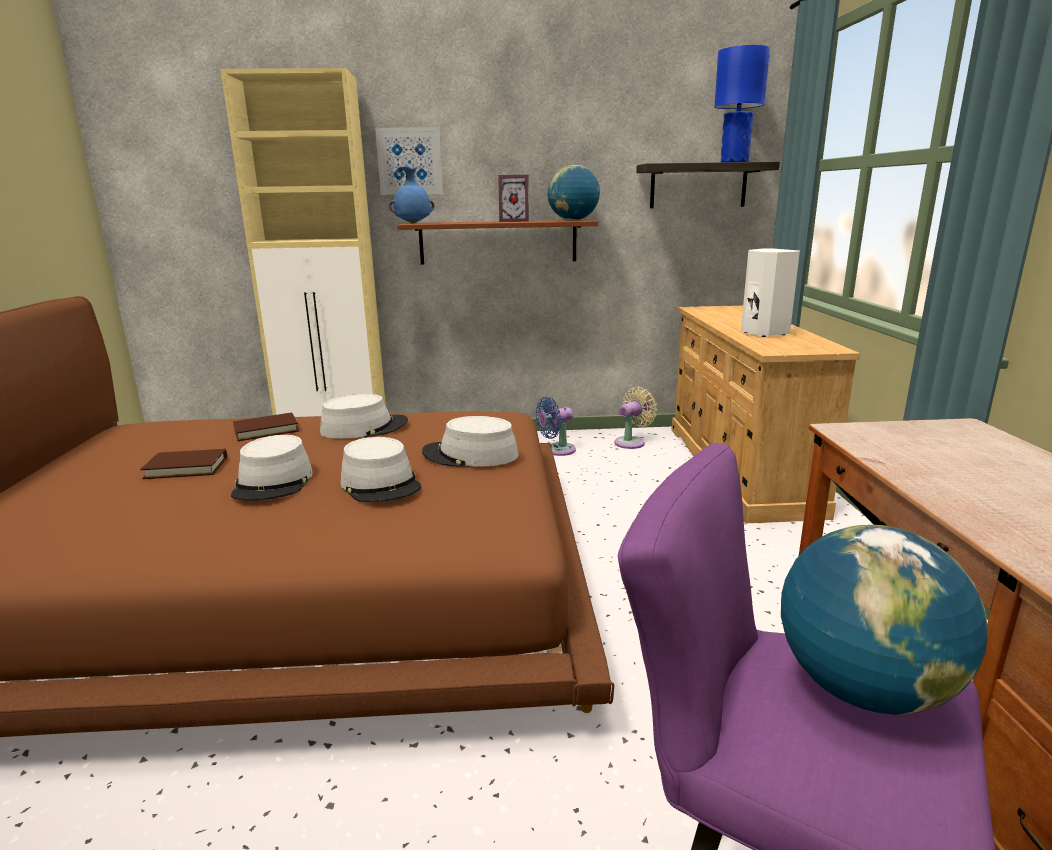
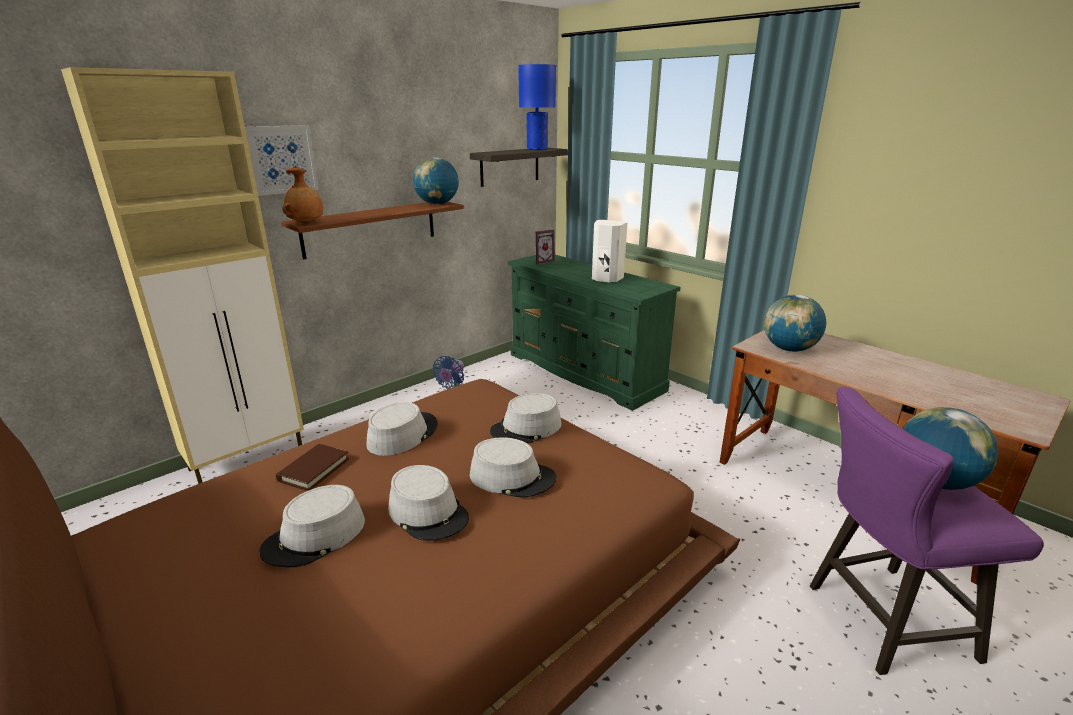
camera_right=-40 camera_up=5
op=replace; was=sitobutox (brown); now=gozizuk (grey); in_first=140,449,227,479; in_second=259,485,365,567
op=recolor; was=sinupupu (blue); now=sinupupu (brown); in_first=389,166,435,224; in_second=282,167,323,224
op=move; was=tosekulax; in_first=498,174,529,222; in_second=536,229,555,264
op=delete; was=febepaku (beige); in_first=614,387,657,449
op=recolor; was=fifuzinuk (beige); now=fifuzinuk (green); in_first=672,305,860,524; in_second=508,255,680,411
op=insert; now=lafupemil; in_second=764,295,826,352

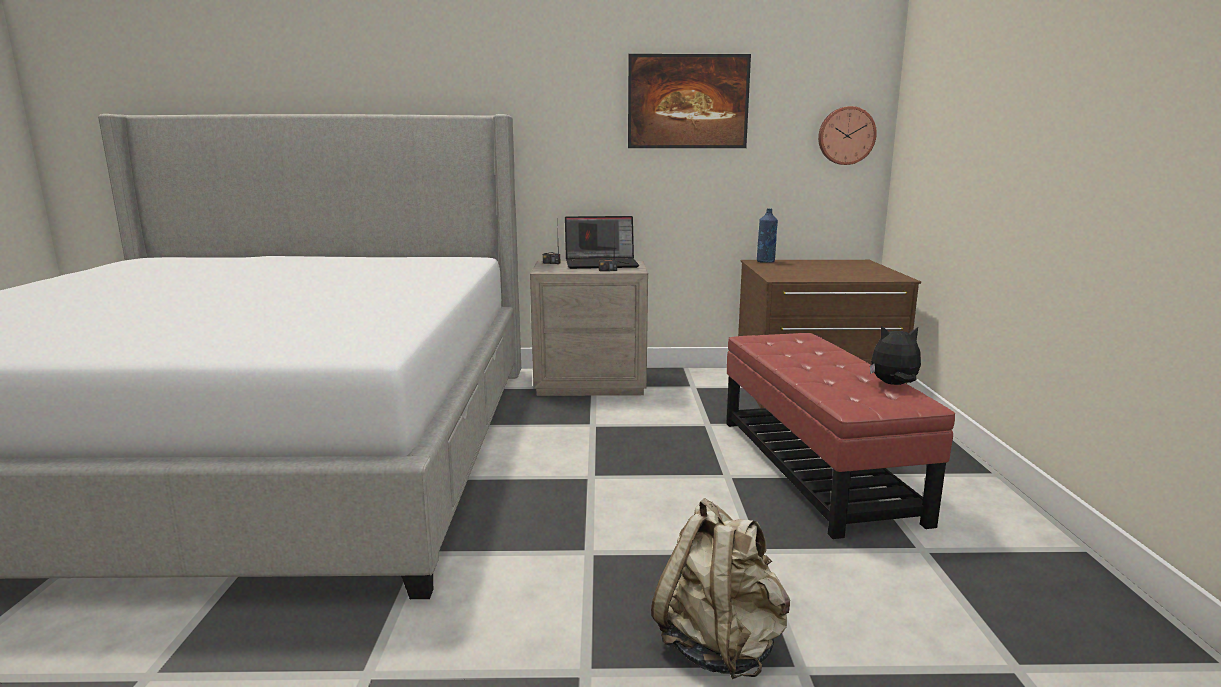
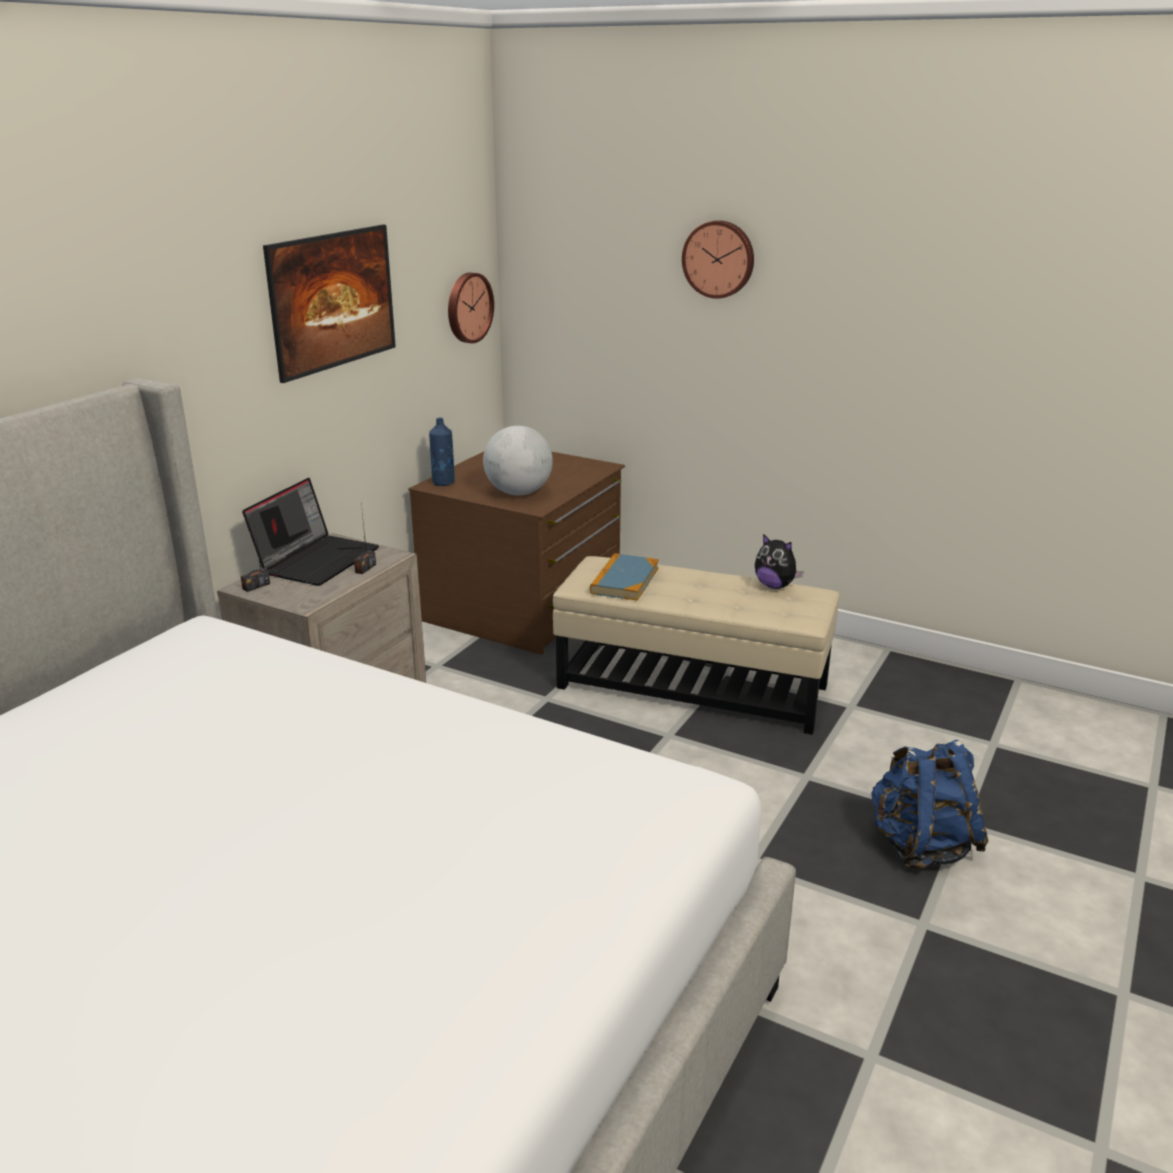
camera_right=-60 camera_up=10
op=recolor; was=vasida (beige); now=vasida (blue); in_first=651,498,790,679; in_second=871,740,988,869
op=recolor; was=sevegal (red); now=sevegal (beige); in_first=726,333,955,539; in_second=553,556,839,735
op=rotate; was=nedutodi; in_first=870,326,921,385; in_second=755,534,804,589; clockwise=-90
op=insert; now=lafupemil; in_second=483,426,553,495
op=insert; now=sitobutox; in_second=590,553,659,601
op=insert; now=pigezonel; in_second=682,220,754,299

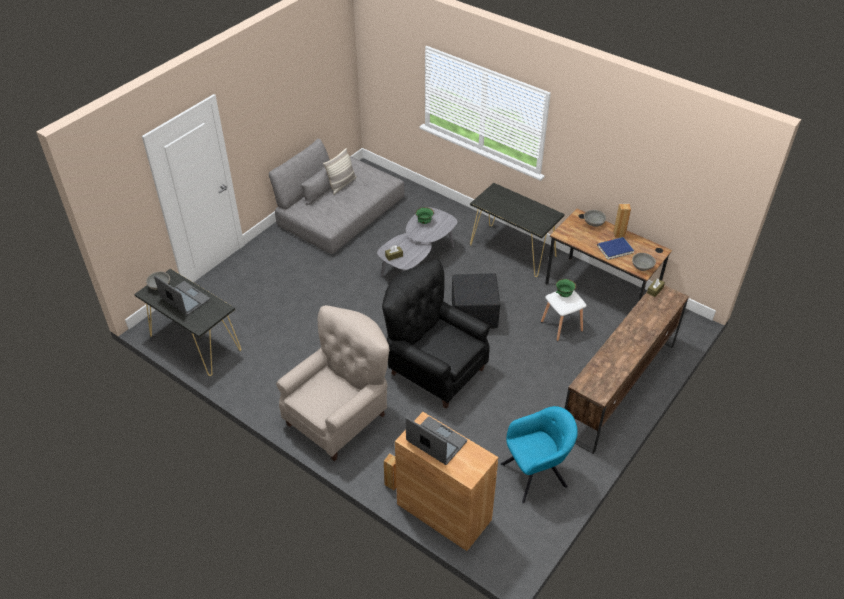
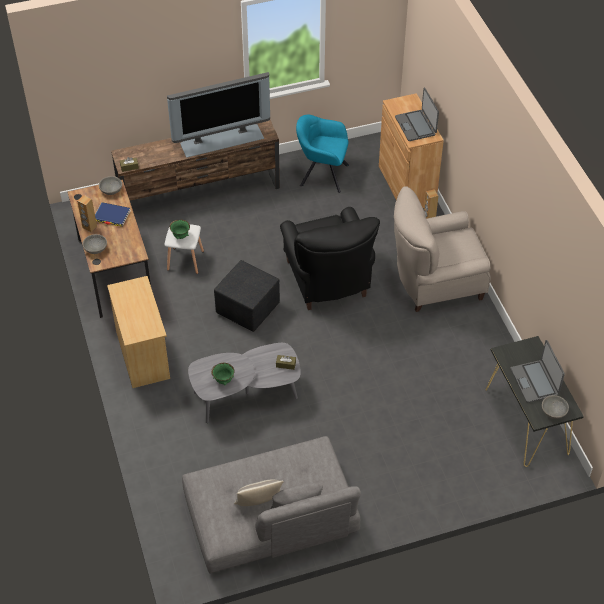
camera_right=-145 camera_up=5
op=replace; was=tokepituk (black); now=fifuzinuk (beige); in_first=470,183,565,277; in_second=107,276,170,388
op=insert; now=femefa; in_second=167,72,270,158

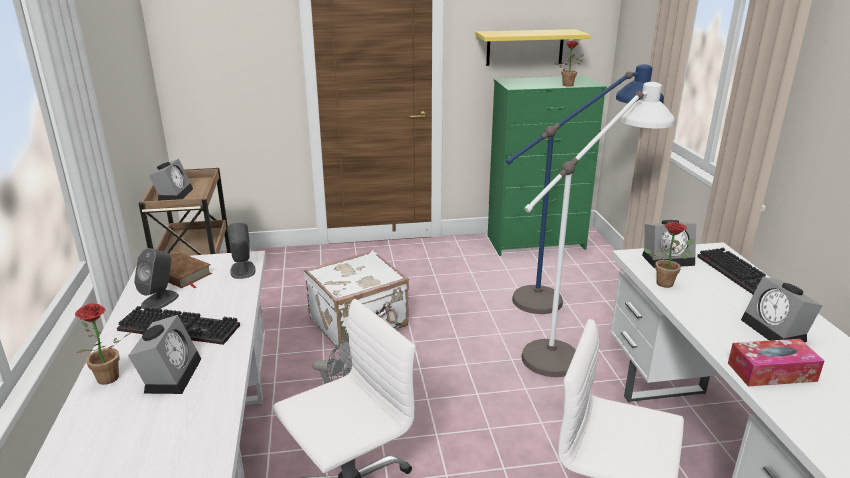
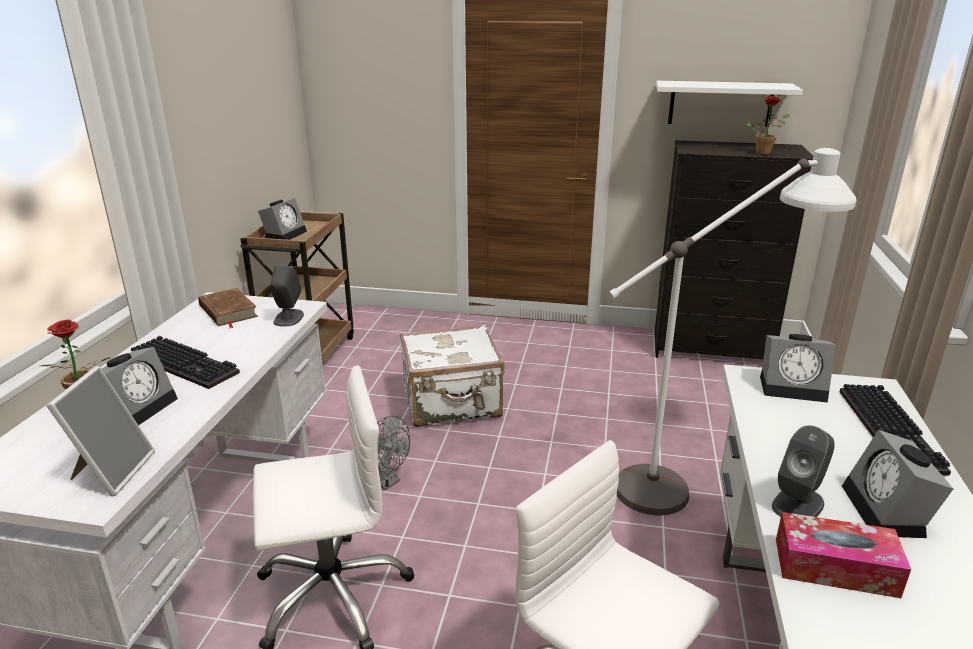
camera_right=20 camera_up=0
op=move; was=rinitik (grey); in_first=134,248,179,309; in_second=772,425,835,517
op=recolor; was=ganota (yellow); now=ganota (white); in_first=475,29,591,66; in_second=656,81,803,127
op=recolor; was=fifuzinuk (green); now=fifuzinuk (black); in_first=488,76,607,256; in_second=654,140,813,359
op=delete; was=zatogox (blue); in_first=506,64,664,314
op=delete; was=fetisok; in_first=644,222,694,288
op=insert; now=tosekulax; in_second=46,366,155,497

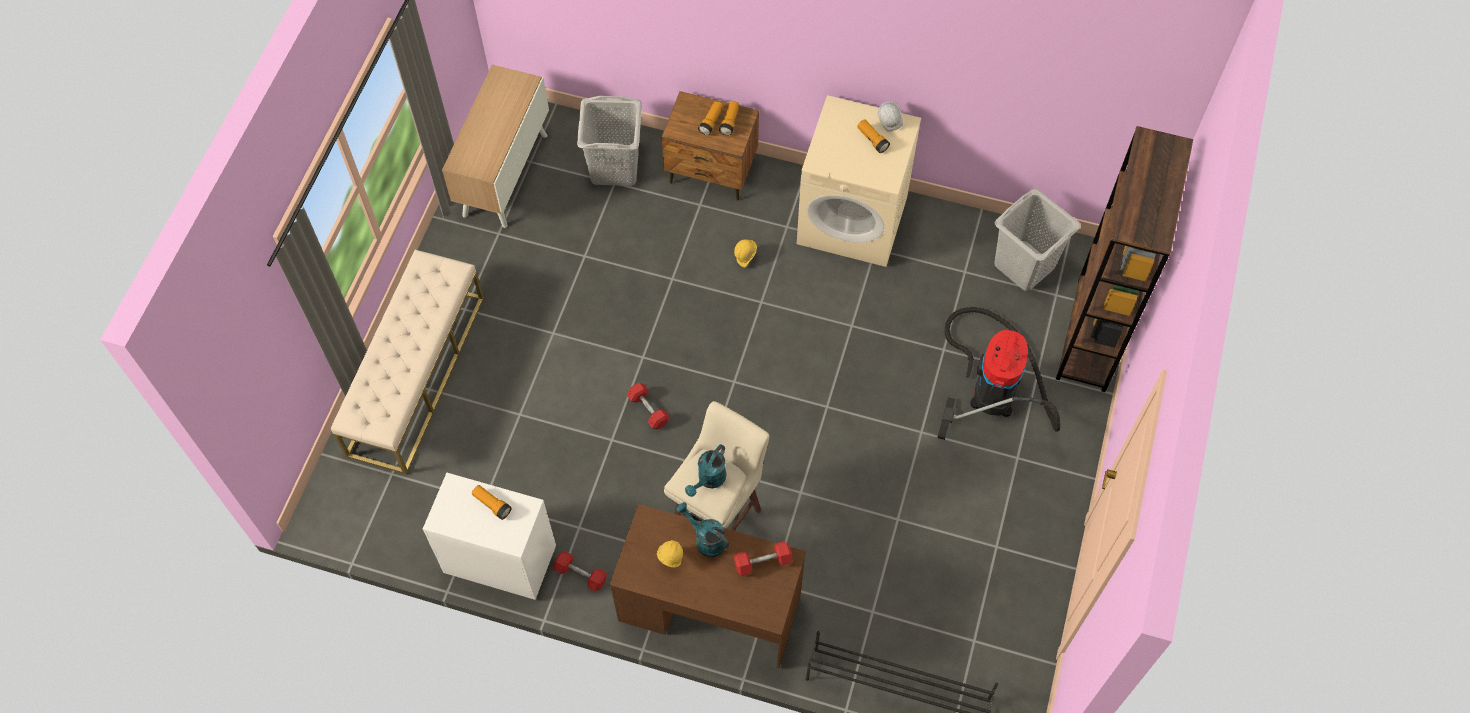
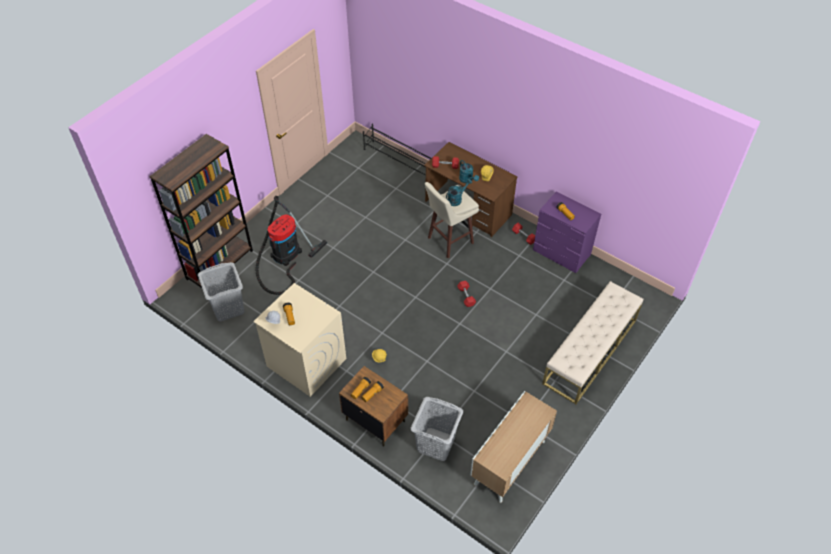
camera_right=-160 camera_up=-10
op=recolor; was=fifuzinuk (white); now=fifuzinuk (purple); in_first=423,473,556,600; in_second=533,191,601,273

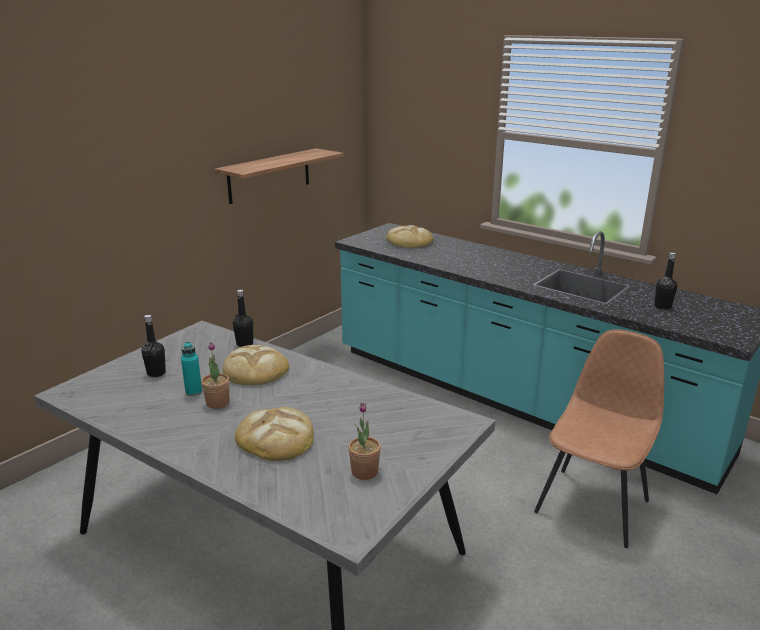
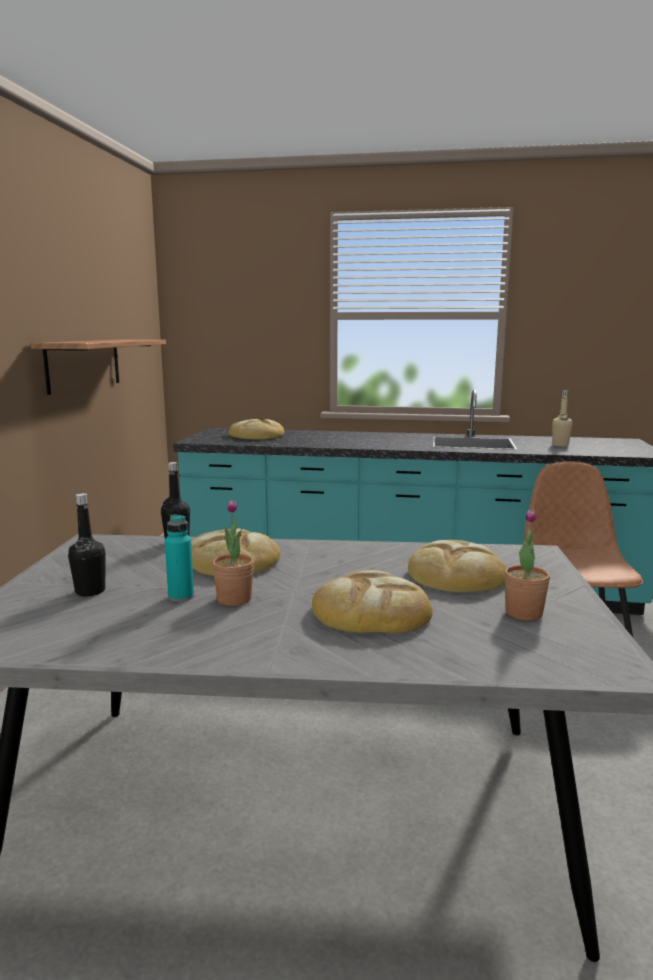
camera_right=-30 camera_up=-10
op=recolor; was=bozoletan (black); now=bozoletan (beige); in_first=655,252,677,310; in_second=552,390,572,447
op=insert; now=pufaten; in_second=408,540,507,593

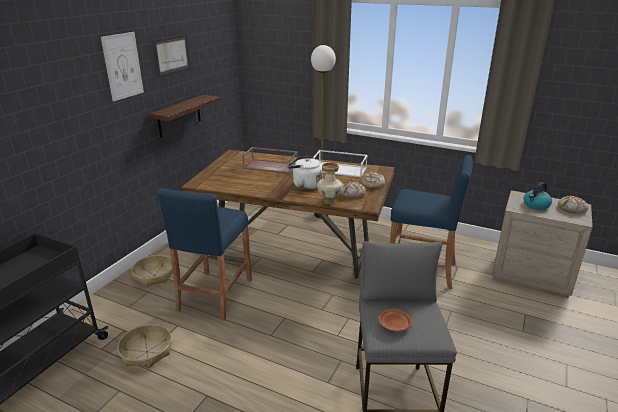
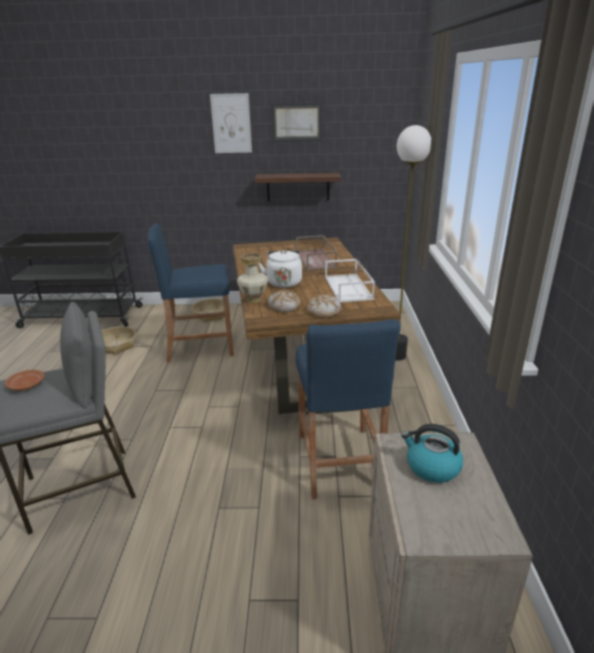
camera_right=65 camera_up=0
op=delete; was=pufaten; in_first=558,195,588,213

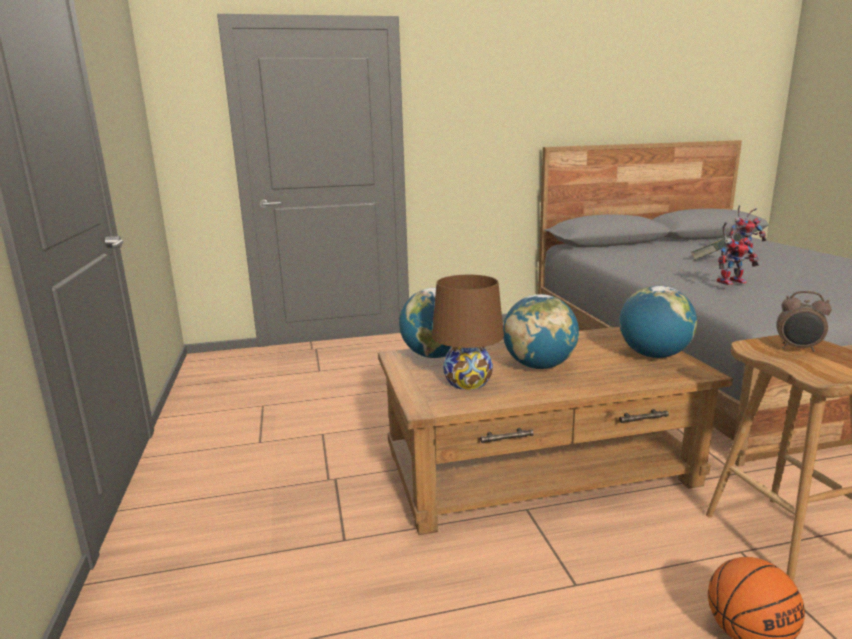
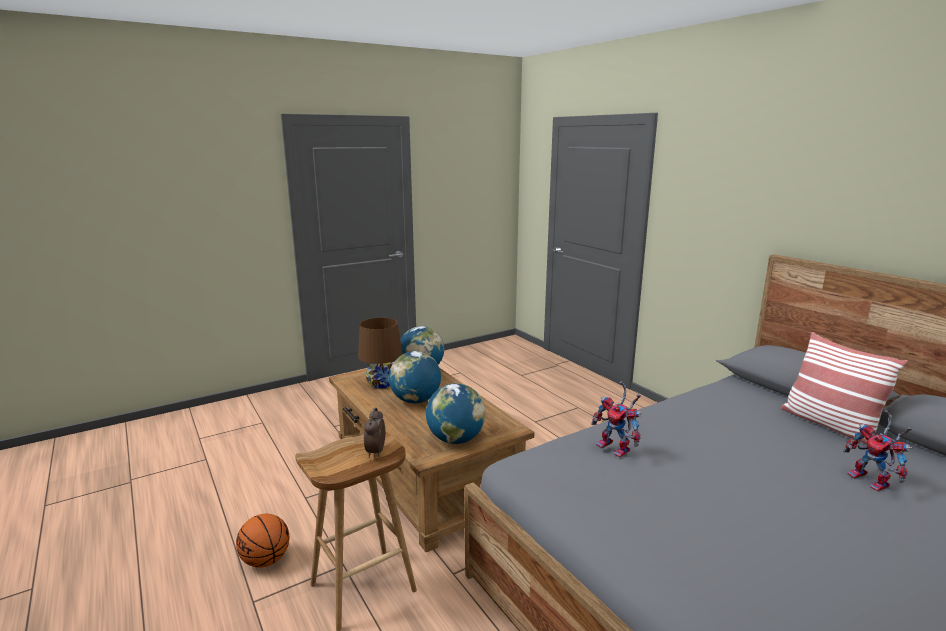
camera_right=70 camera_up=0
op=delete; was=sitobutox; in_first=690,233,742,260
op=insert; now=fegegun; in_second=780,332,908,444

